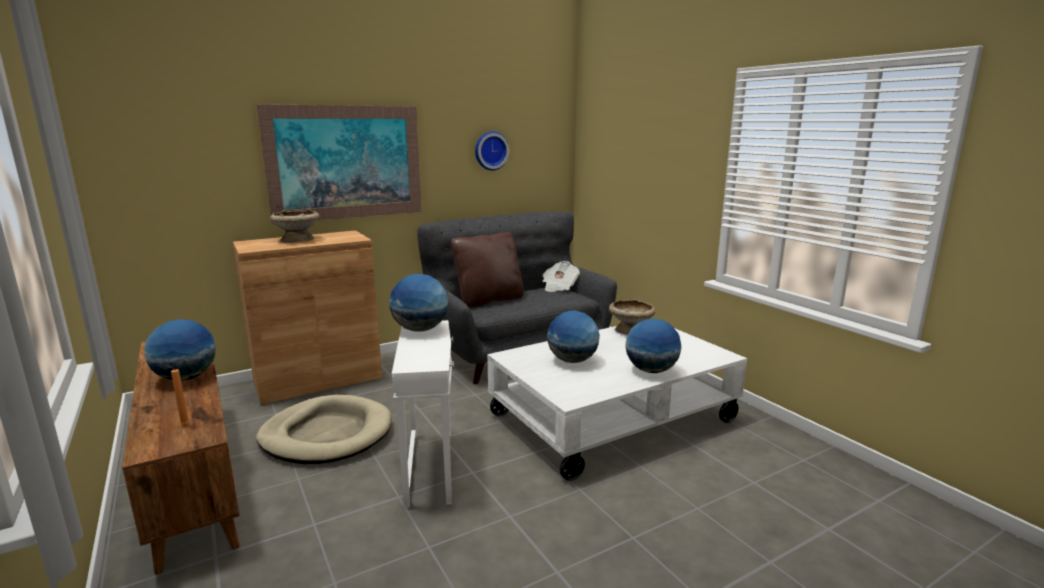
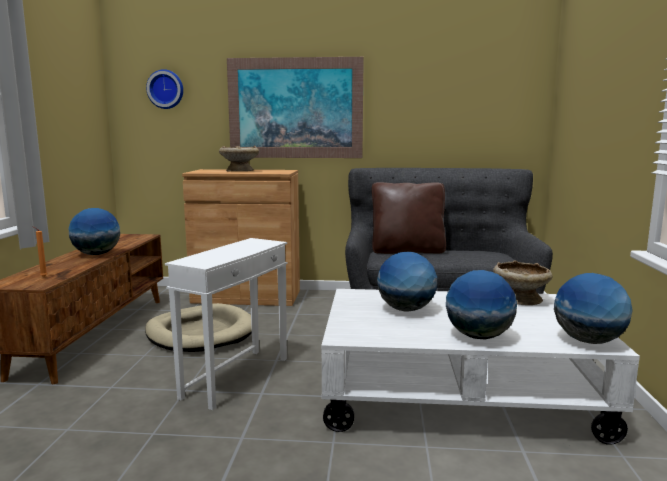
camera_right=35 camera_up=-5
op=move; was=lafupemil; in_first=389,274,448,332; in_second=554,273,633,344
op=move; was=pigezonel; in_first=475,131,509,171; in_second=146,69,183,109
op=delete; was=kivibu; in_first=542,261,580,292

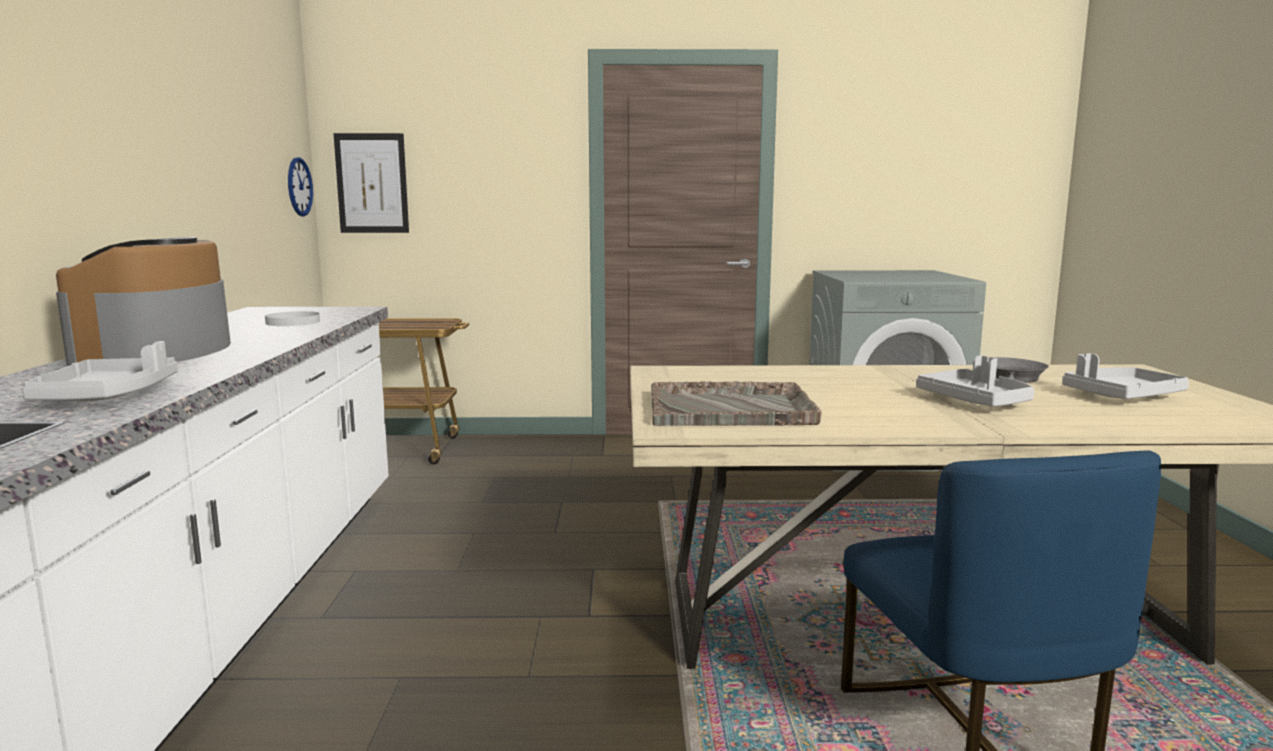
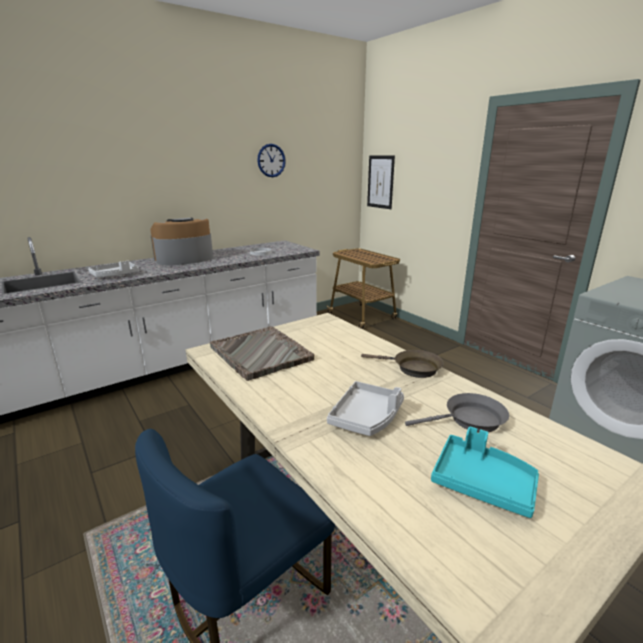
camera_right=55 camera_up=10
op=move; was=pigezonel; in_first=288,157,313,216; in_second=257,144,286,177
op=recolor; was=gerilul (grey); now=gerilul (turquoise); in_first=1062,353,1189,399; in_second=431,427,539,518
op=insert; now=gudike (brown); in_second=361,350,443,378

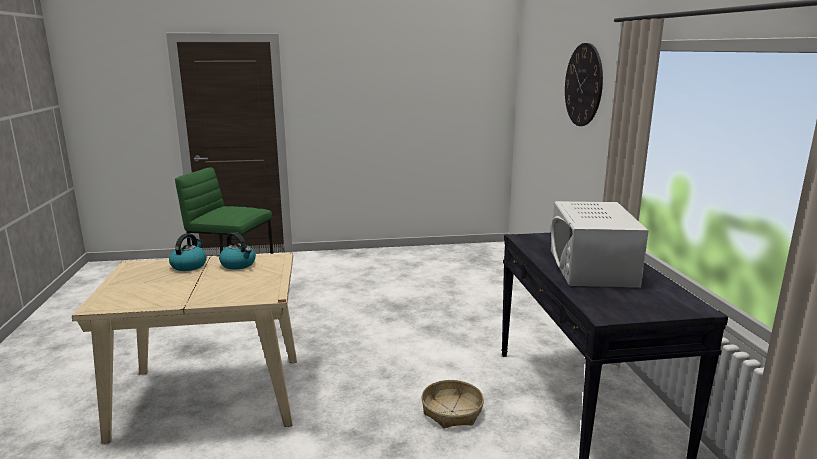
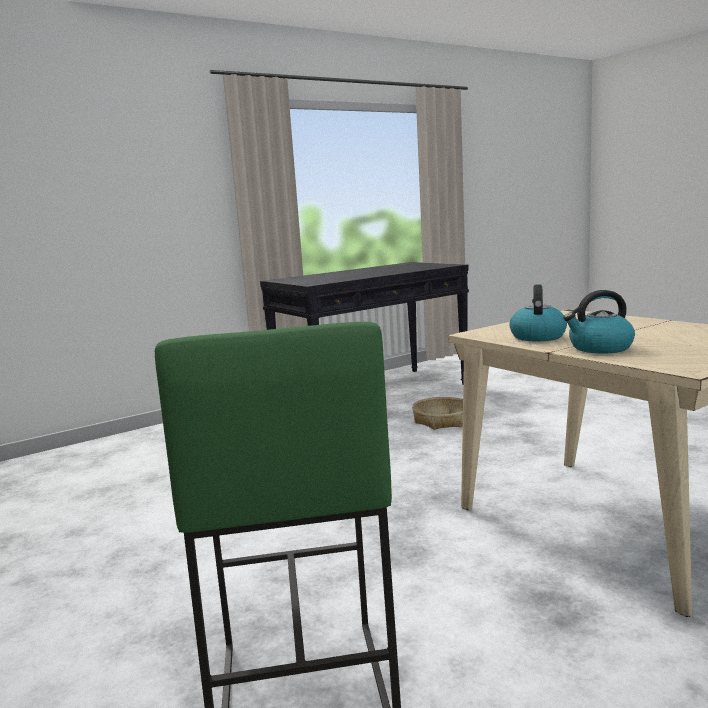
camera_right=-115 camera_up=-5
op=delete; was=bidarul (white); in_first=551,201,649,288
op=delete; was=pigezonel; in_first=565,43,603,126

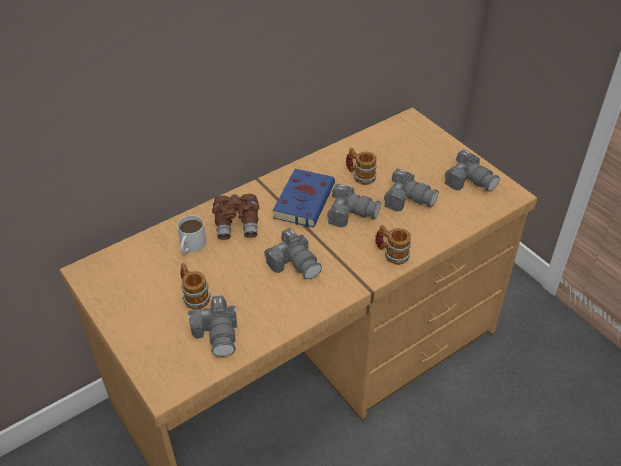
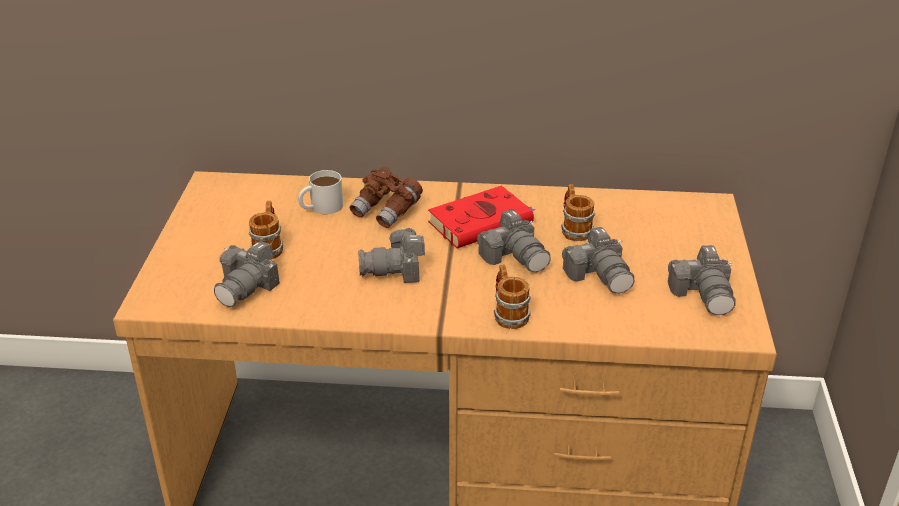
camera_right=40 camera_up=-10
op=rotate; was=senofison; in_first=264,228,322,279; in_second=358,227,425,283; clockwise=75
op=recolor; was=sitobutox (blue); now=sitobutox (red); in_first=273,169,335,227; in_second=428,185,535,249

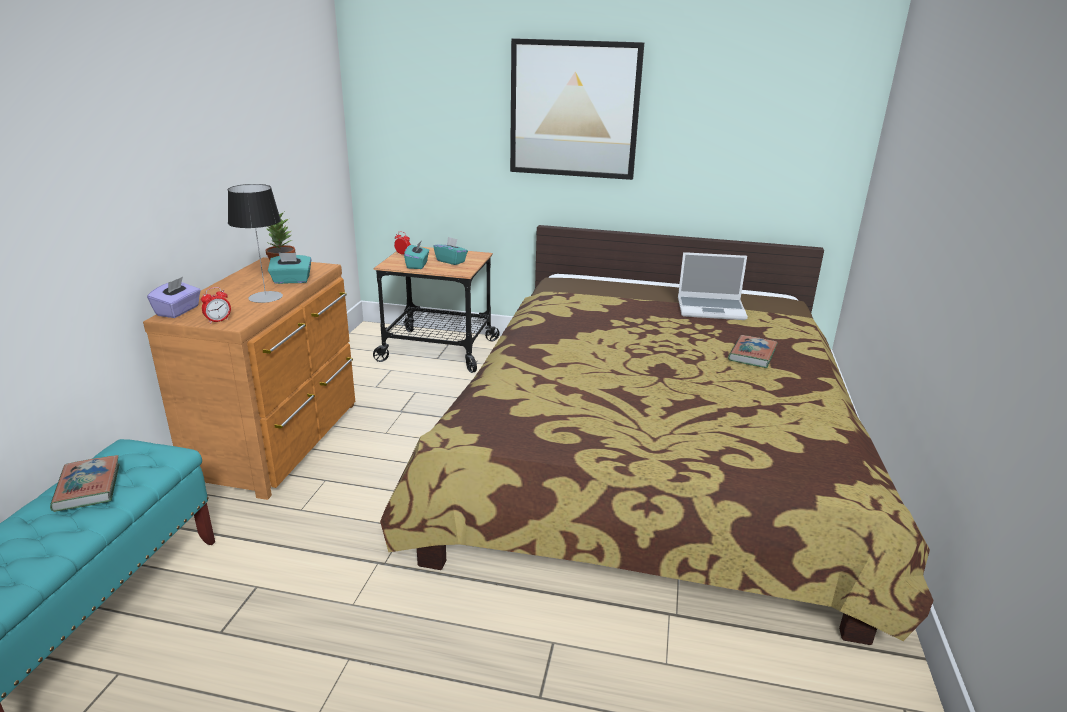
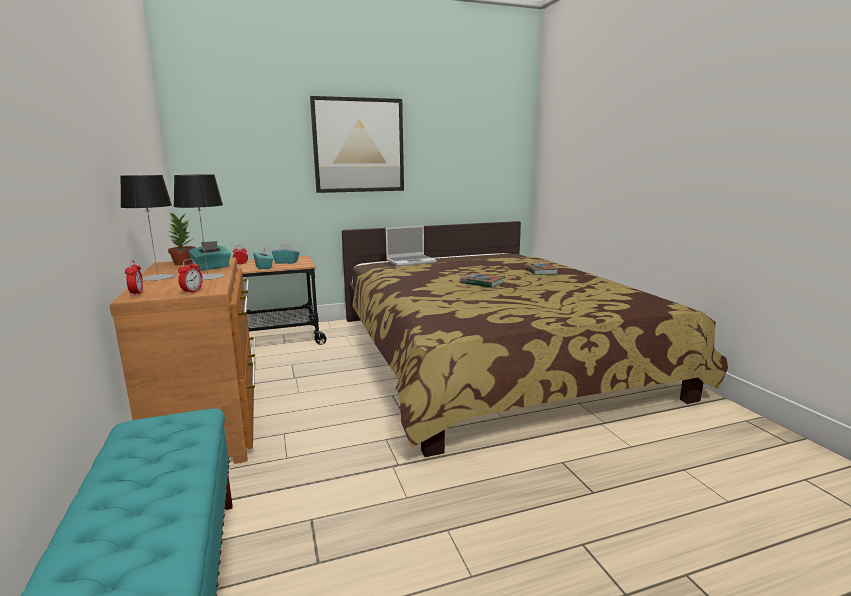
camera_right=-30 camera_up=-10
op=move; was=sitobutox; in_first=50,455,120,512; in_second=460,273,505,288
op=replace; was=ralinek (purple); now=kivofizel; in_first=147,277,201,318; in_second=125,260,143,296
op=move; was=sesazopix; in_first=678,252,748,320; in_second=386,225,437,266
op=insert; now=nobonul; in_second=120,175,175,281

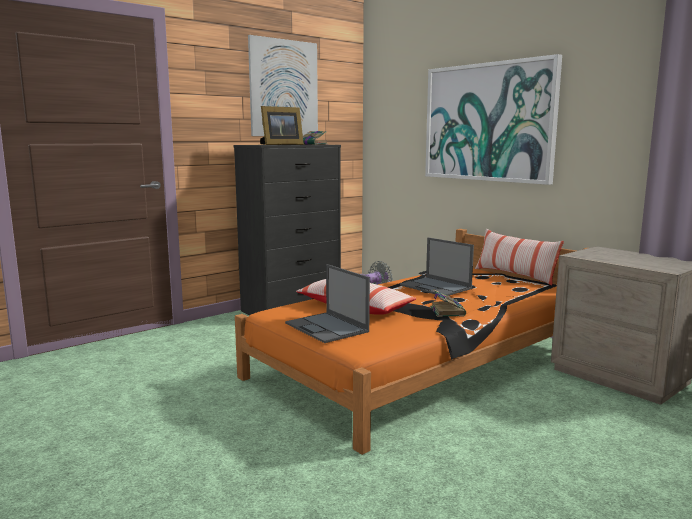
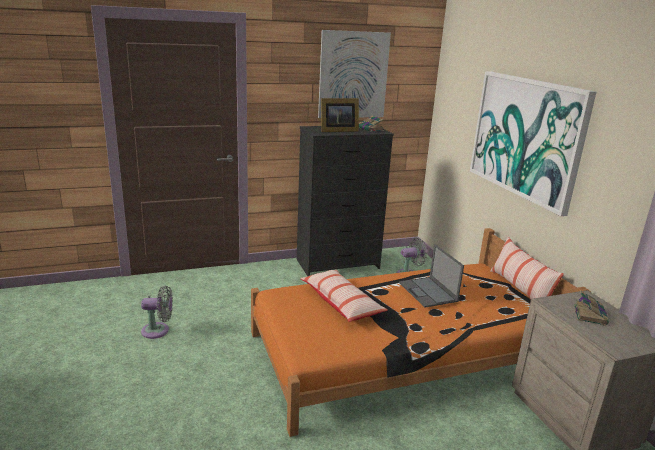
camera_right=20 camera_up=10
op=delete; was=sesazopix; in_first=285,264,370,343
op=move; was=sitobutox; in_first=430,290,466,317; in_second=574,290,609,326
op=insert; now=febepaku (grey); in_second=141,286,173,339

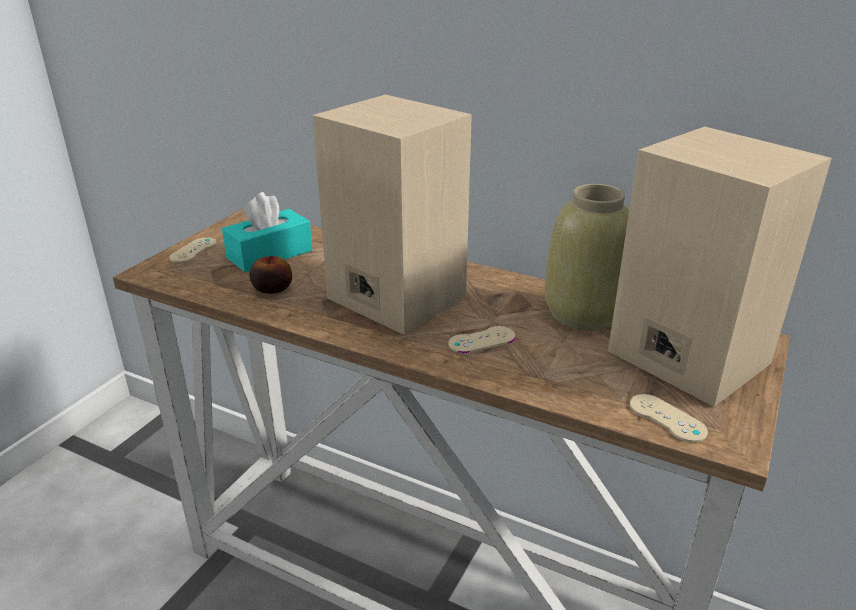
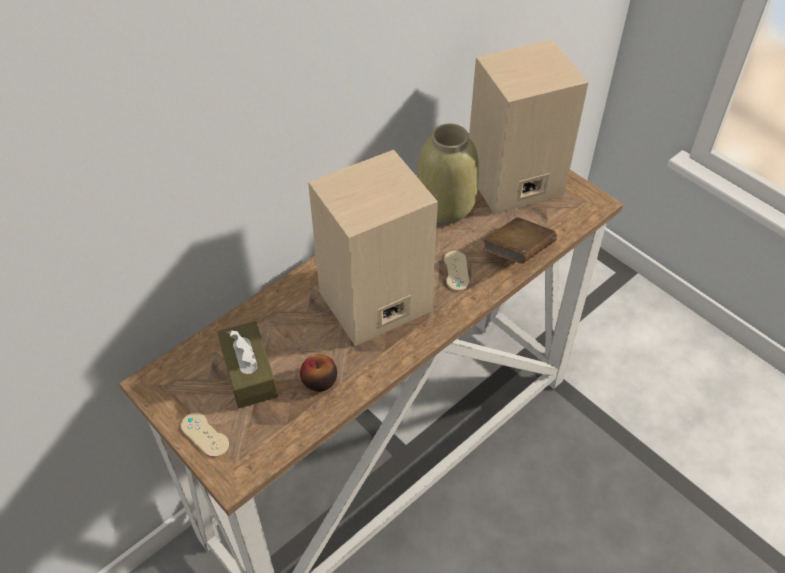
camera_right=-70 camera_up=20
op=recolor; was=ralinek (turquoise); now=ralinek (brown); in_first=222,192,312,272; in_second=217,321,278,408
op=delete; was=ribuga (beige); in_first=630,394,708,443
op=insert; now=sitobutox (brown); in_second=483,217,557,264

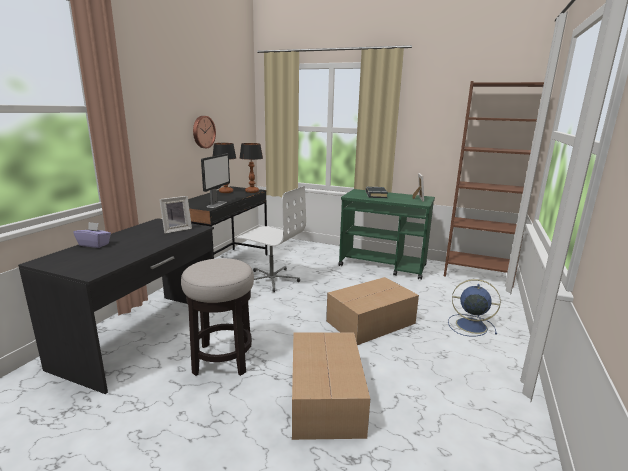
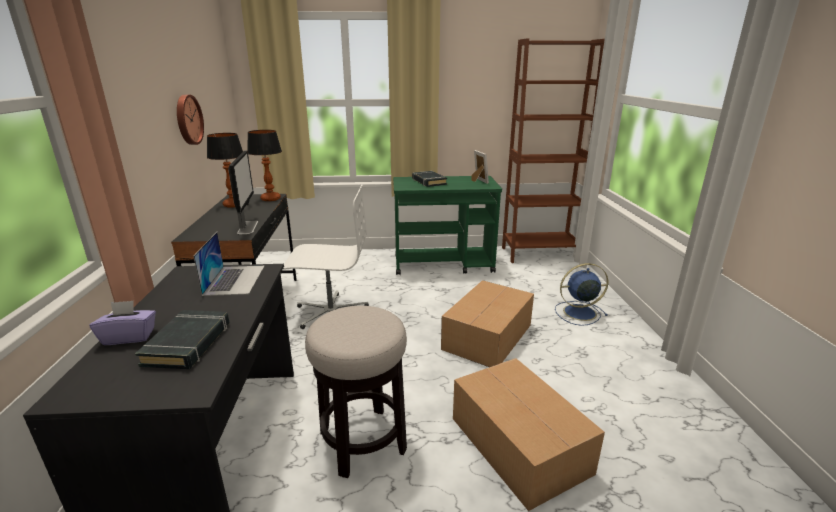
camera_right=-25 camera_up=5
op=replace; was=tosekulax; now=sesazopix; in_first=159,196,192,233; in_second=193,232,264,296
op=insert; now=sitobutox (black); in_second=135,310,230,369

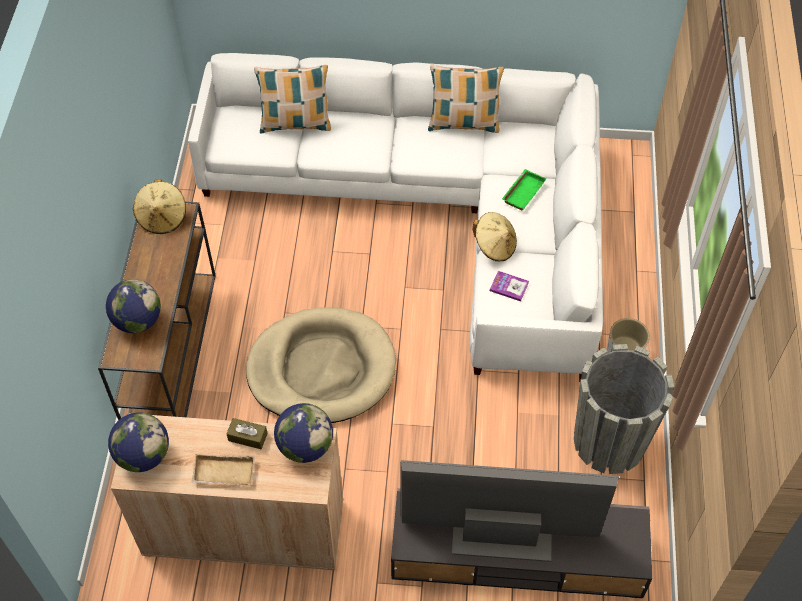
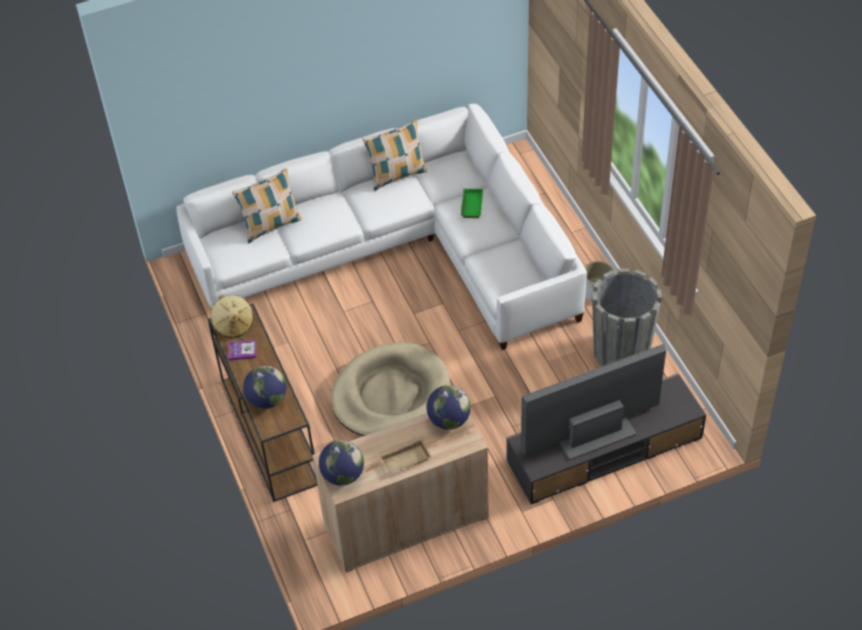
camera_right=-25 camera_up=-5
op=delete; was=ralinek (brown); in_first=227,418,268,449
op=delete; was=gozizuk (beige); in_first=472,212,517,261
op=move; was=sitobutox; in_first=490,271,529,301; in_second=228,340,256,360

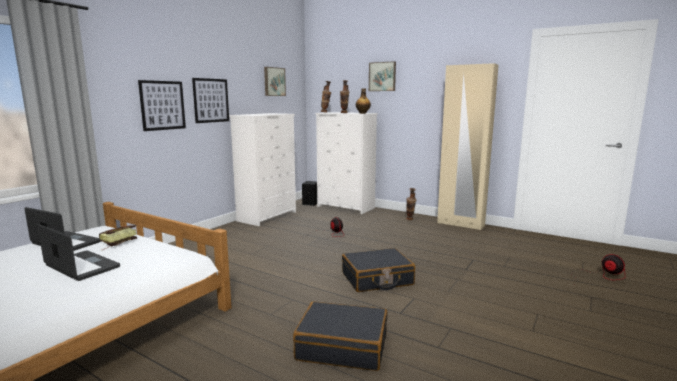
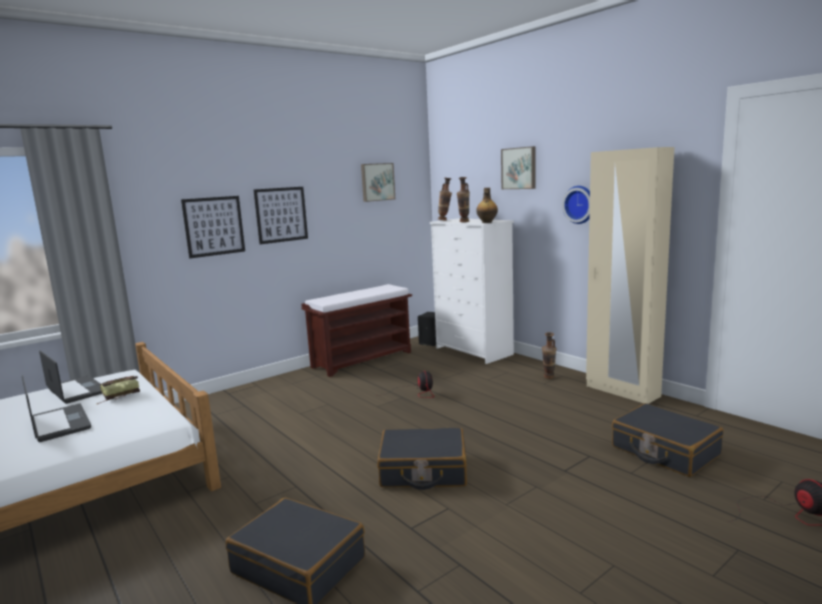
camera_right=20 camera_up=0
op=replace; was=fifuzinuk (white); now=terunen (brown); in_first=229,113,296,226; in_second=301,284,412,377
op=insert; now=pigezonel; in_second=562,186,590,224
op=insert; now=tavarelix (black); in_second=612,403,723,477

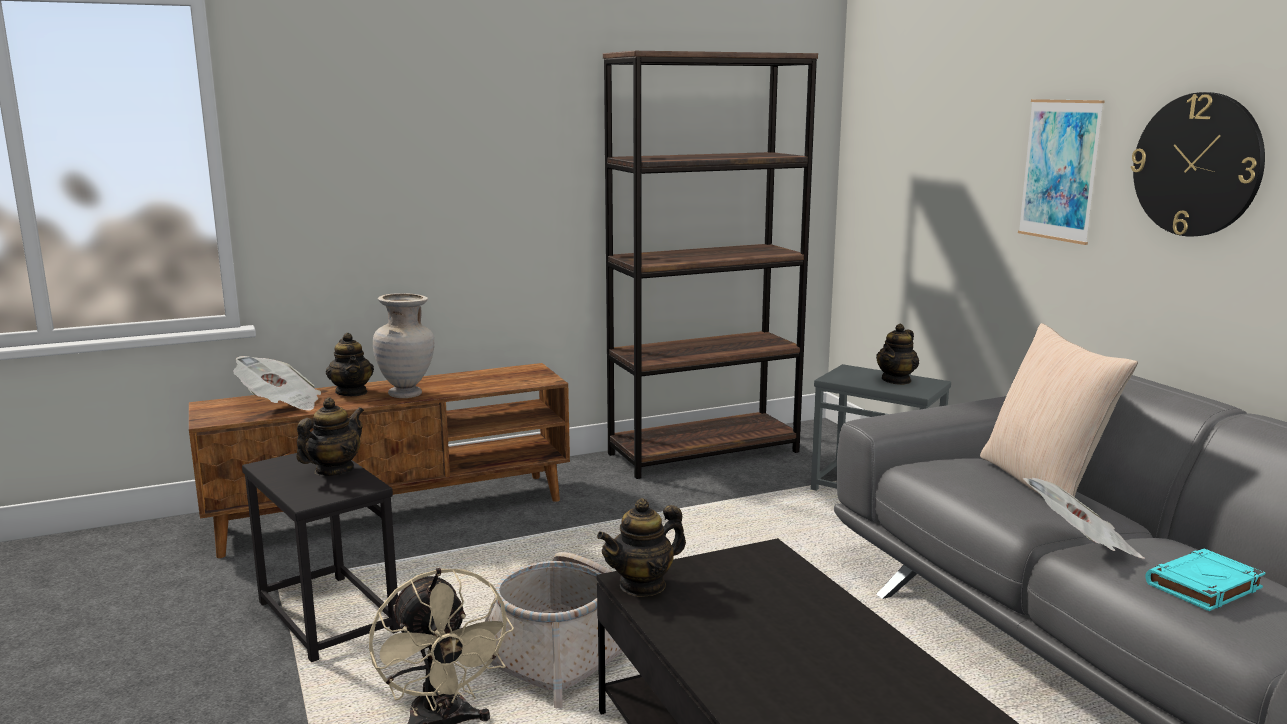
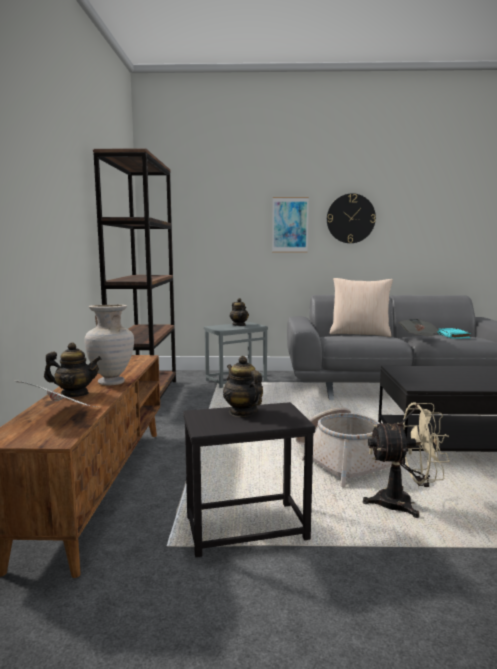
camera_right=-65 camera_up=-5
op=delete; was=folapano; in_first=597,498,686,597

